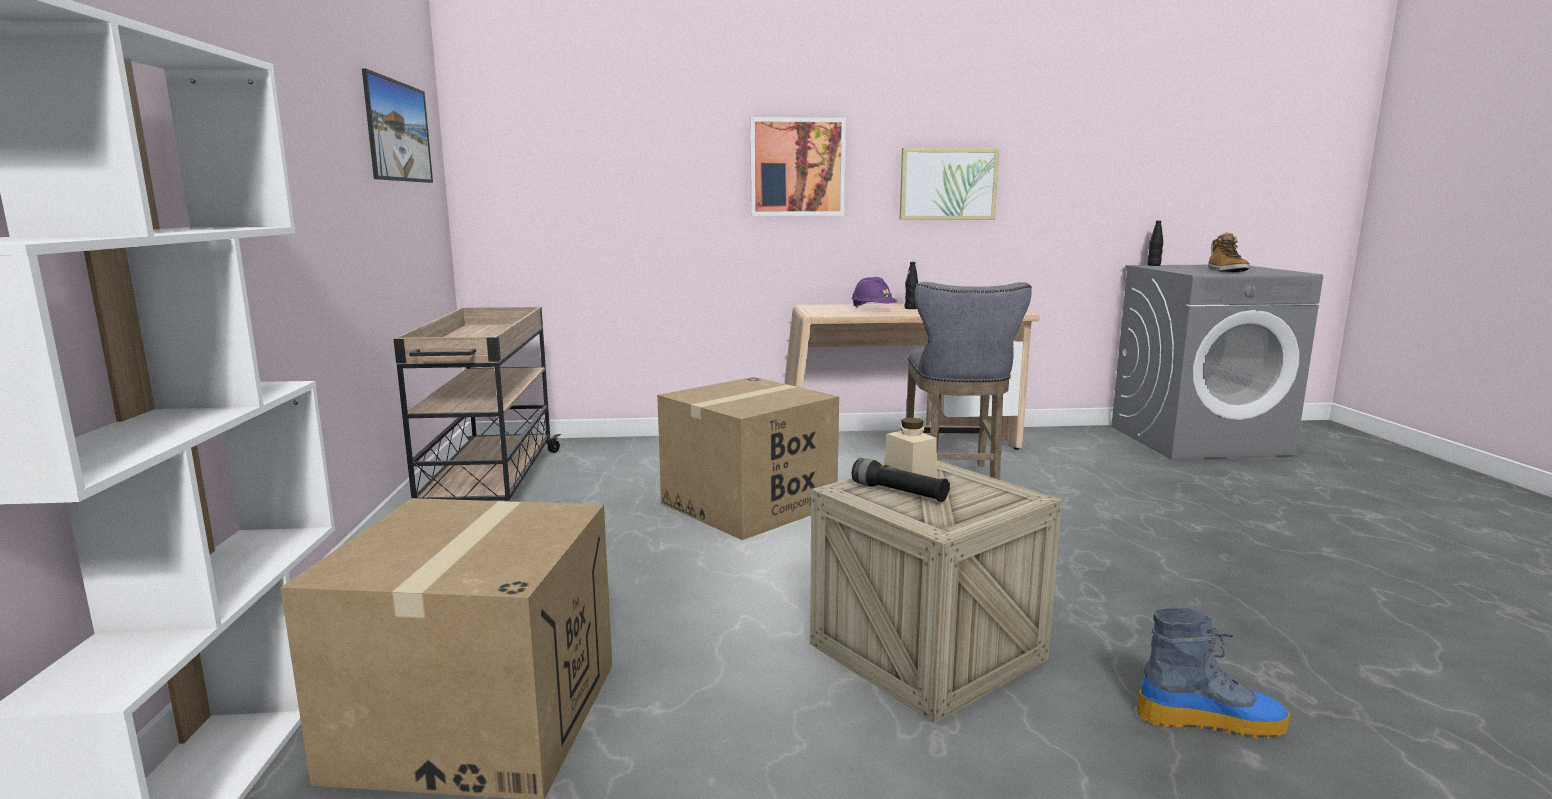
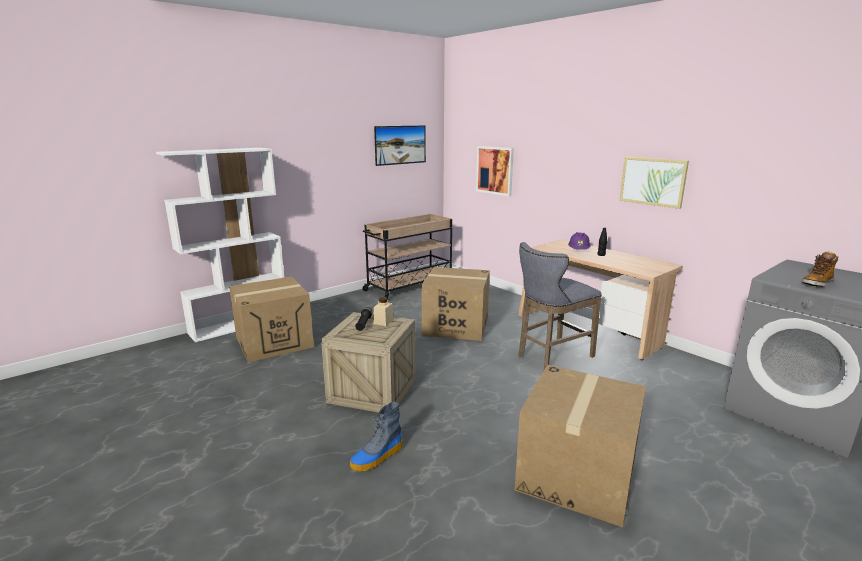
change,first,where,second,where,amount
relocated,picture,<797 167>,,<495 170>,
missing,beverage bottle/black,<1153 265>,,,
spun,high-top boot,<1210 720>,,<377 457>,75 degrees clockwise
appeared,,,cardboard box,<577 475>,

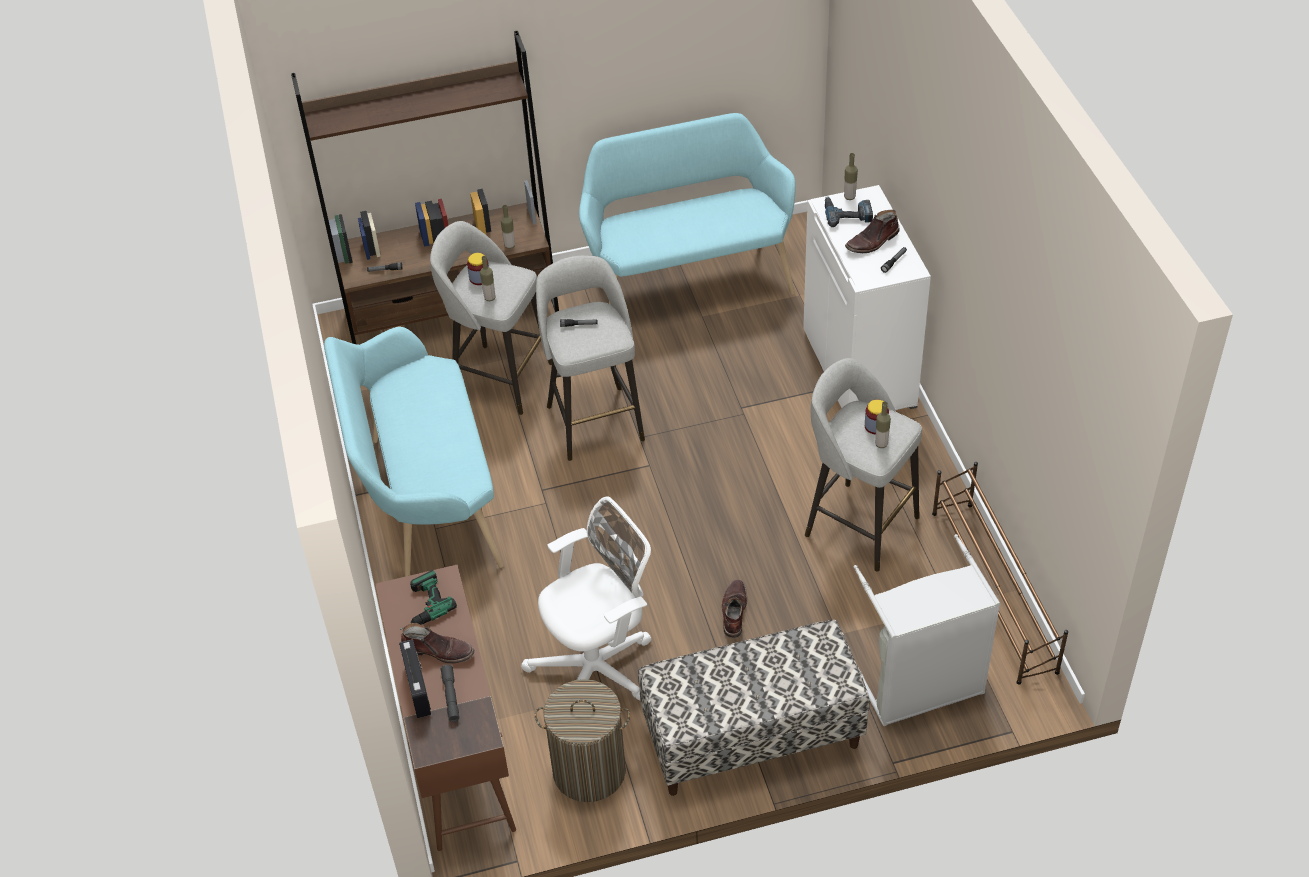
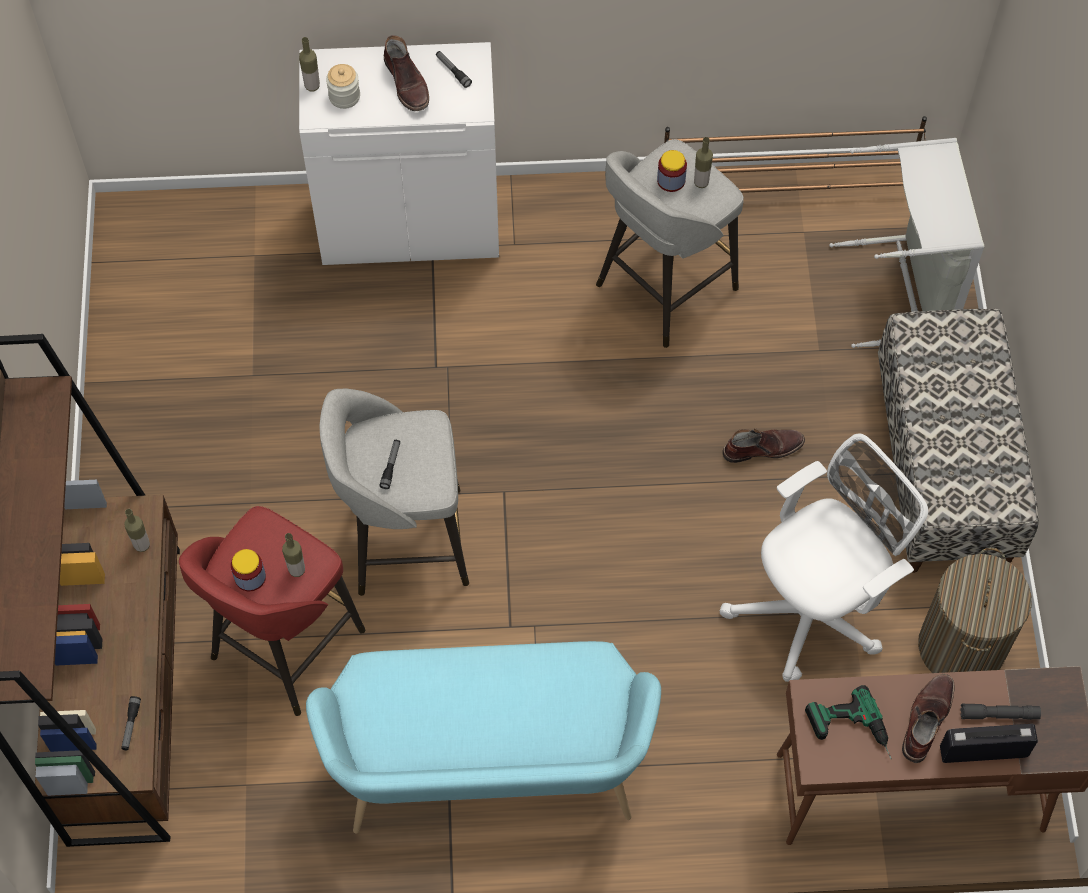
change,first,where,second,where,amount
missing,bench/blue-green,<687 281>,,,
exchanged,power drill,<847 214>,preserve jar,<344 96>,
colour,stool seat/grey,<499 378>,stool seat/red,<284 647>,
spun,desk chair/whitish,<598 667>,,<814 609>,75 degrees clockwise
spun,high-top boot/brownish,<733 611>,,<762 448>,150 degrees clockwise

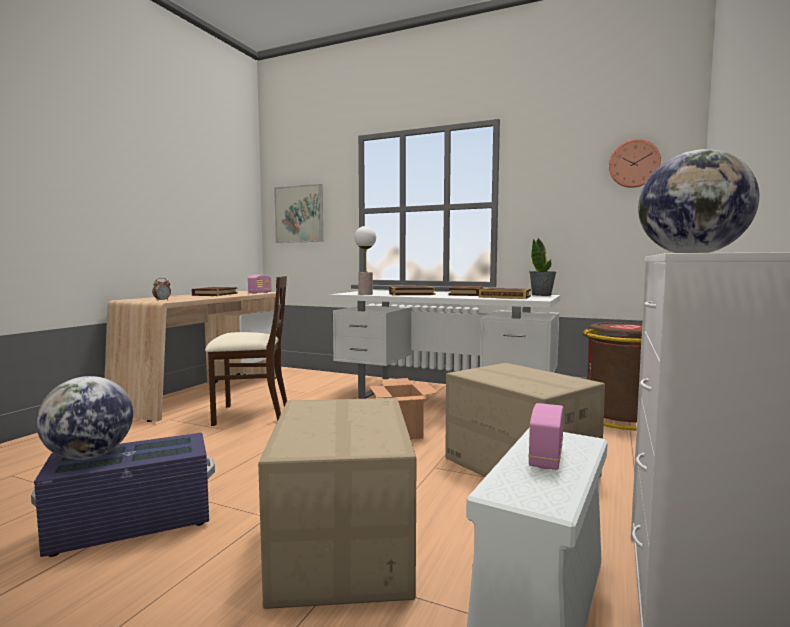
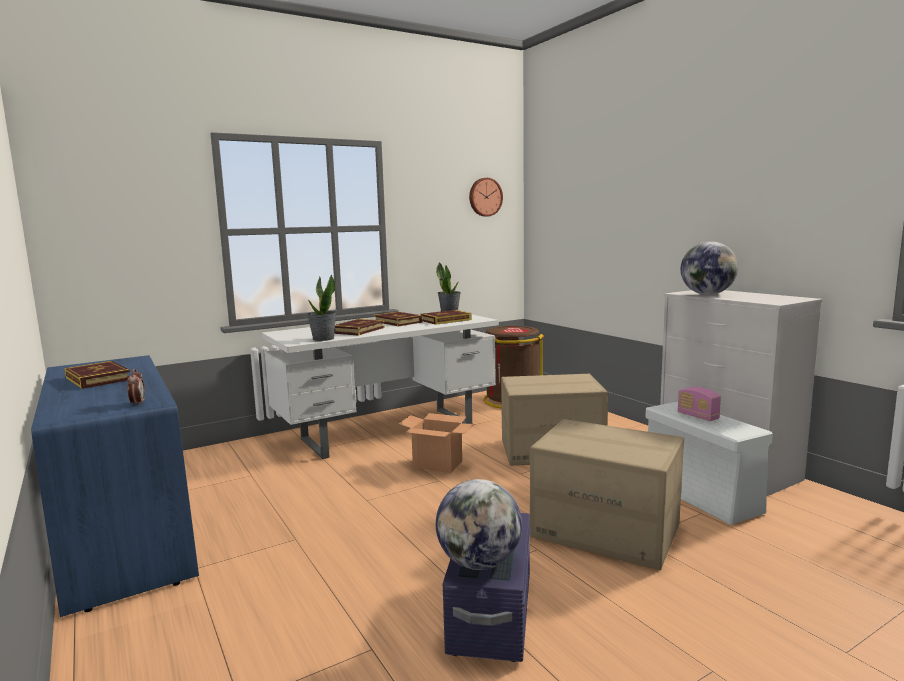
change,first,where,second,where,amount
missing,picture,<299 214>,,,
exchanged,tabletop lamp,<365 294>,potted plant,<323 339>,
missing,radio receiver,<260 293>,,,
missing,chair/sand-coloured,<250 414>,,,
colour,desk table/sand-coloured,<206 393>,desk table/bluish,<124 531>,

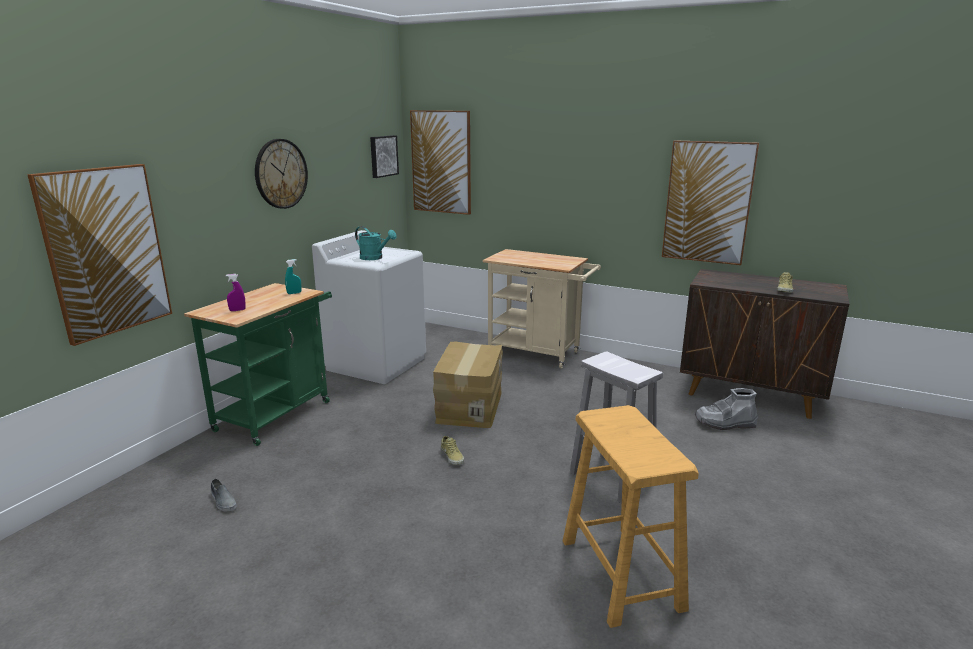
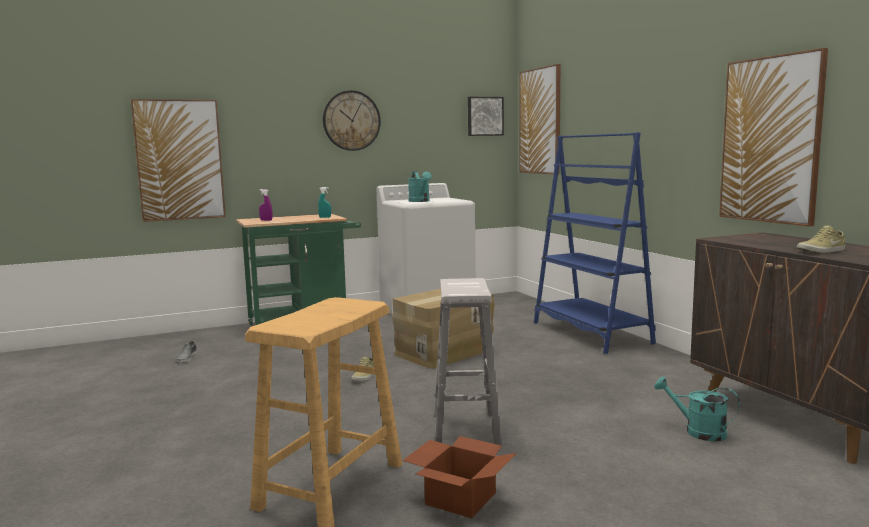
change,first,where,second,where,amount
exchanged,cart/sand-coloured,<539 354>,bookcase/bluish,<591 333>,
exchanged,high-top boot/grey,<725 423>,watering pot/blue-green,<698 431>,
appeared,,,cardboard box,<459 497>,

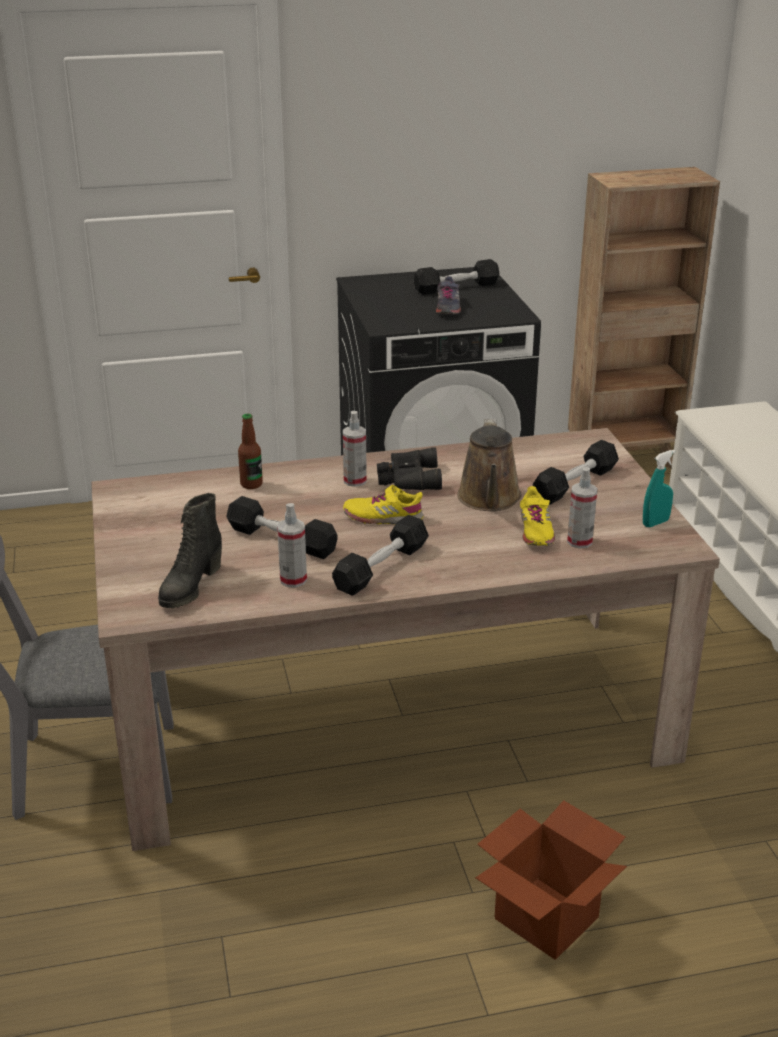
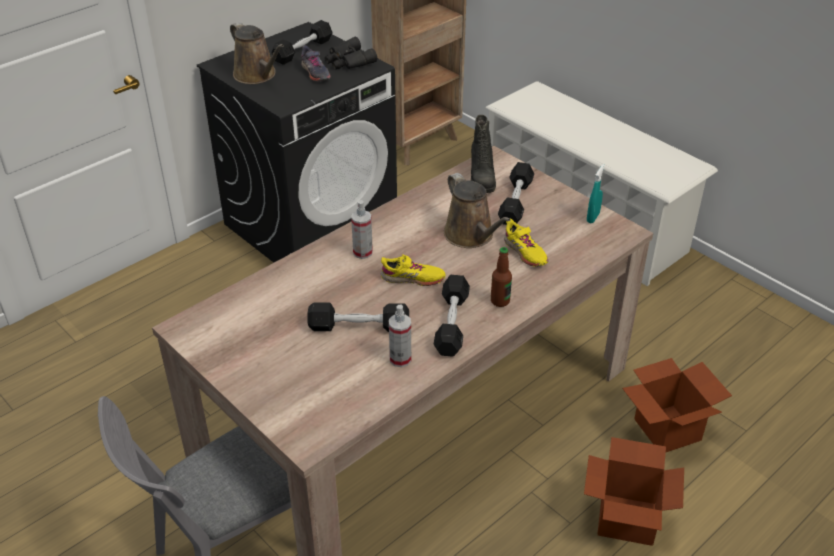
change,first,where,second,where,amount
relocated,beverage bottle,<251 484>,,<500 301>,
relocated,binoculars/black,<408 478>,,<348 61>,
missing,hand sprayer,<579 541>,,,
spun,shoe/yellowish,<383 517>,,<413 278>,150 degrees counterclockwise
relocated,high-top boot/black,<190 587>,,<481 178>,
appeared,,,watering pot/brownish,<257 75>,
appeared,,,cardboard box,<667 429>,

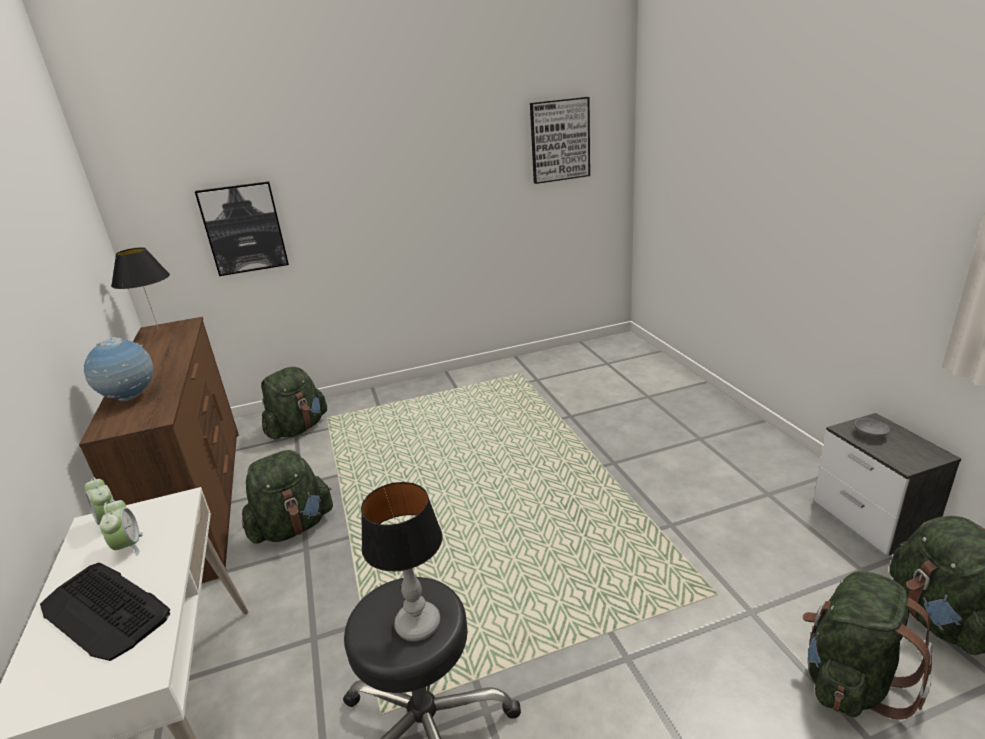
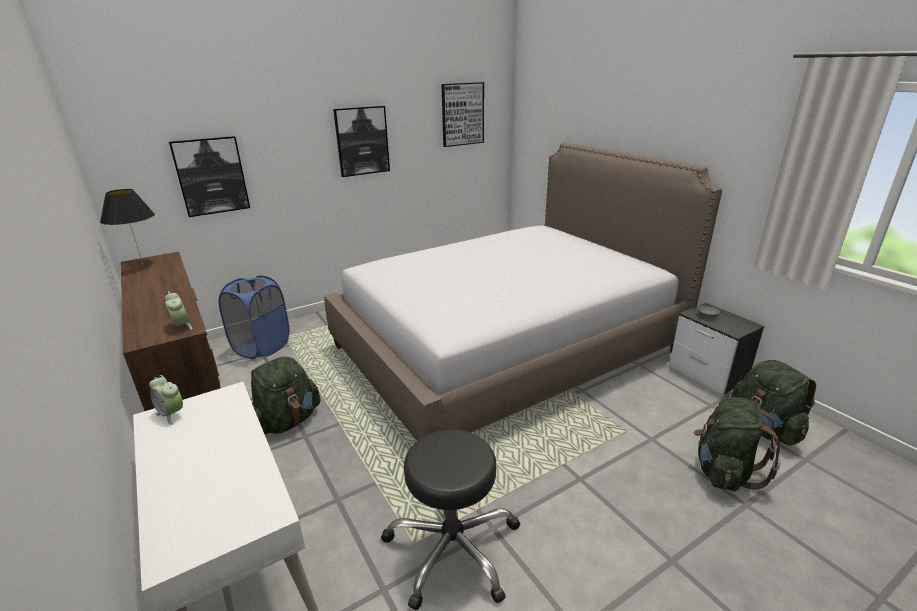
change,first,where,second,where,amount
missing,world globe,<130 398>,,,
exchanged,rucksack/greenish,<298 429>,washing basket/bluish,<262 347>,
missing,tabletop lamp,<418 625>,,,
relocated,alarm clock,<128 546>,,<182 326>,
missing,PC keyboard,<104 610>,,,
appeared,,,picture,<362 141>,
appeared,,,bed,<506 349>,

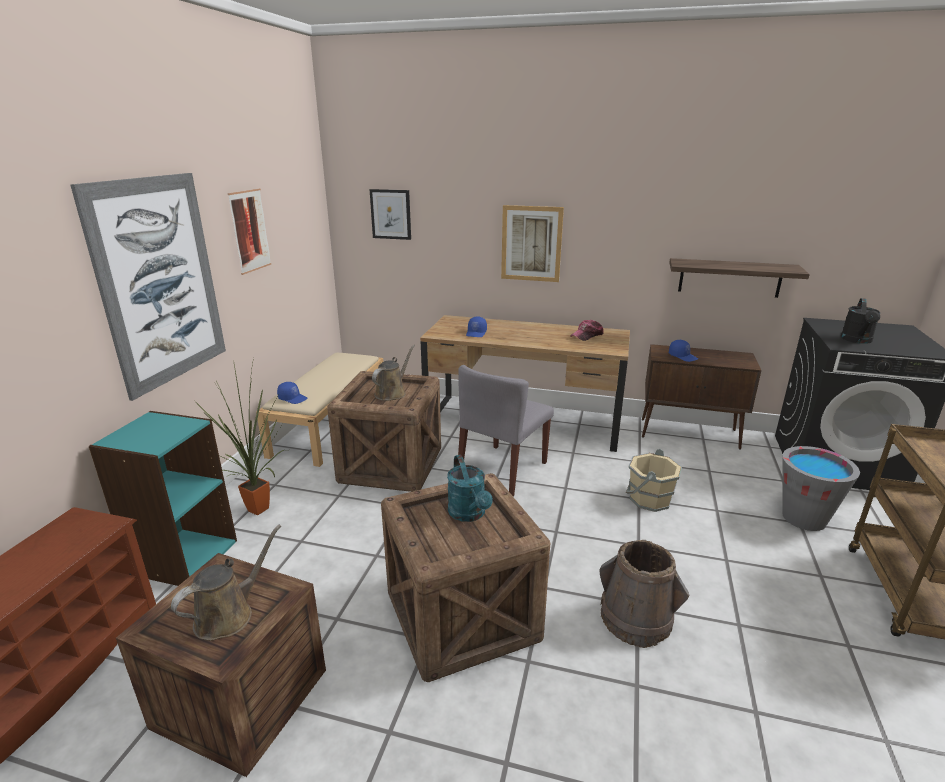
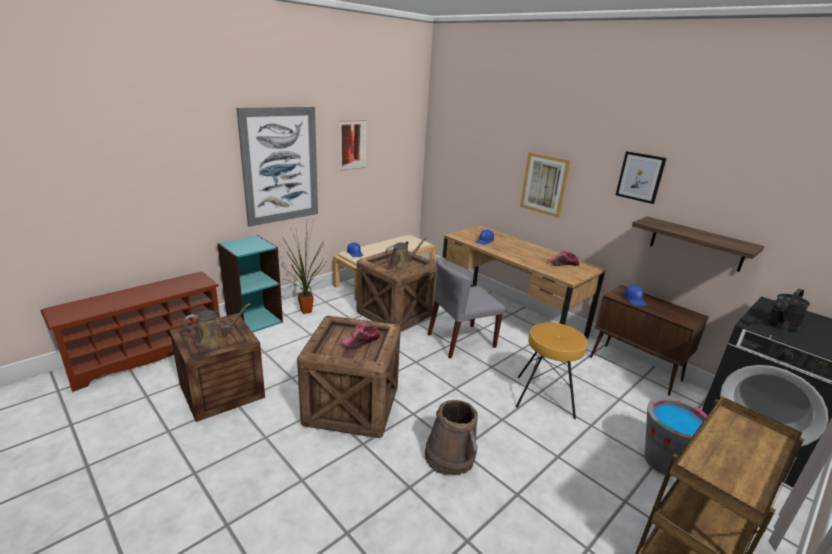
change,first,where,second,where,amount
relocated,picture,<391 214>,,<640 177>,
exchanged,water bucket/sand-coloured,<649 499>,stool seat/brownish,<545 397>,
exchanged,watering pot/blue-green,<469 514>,peaked cap,<361 340>,

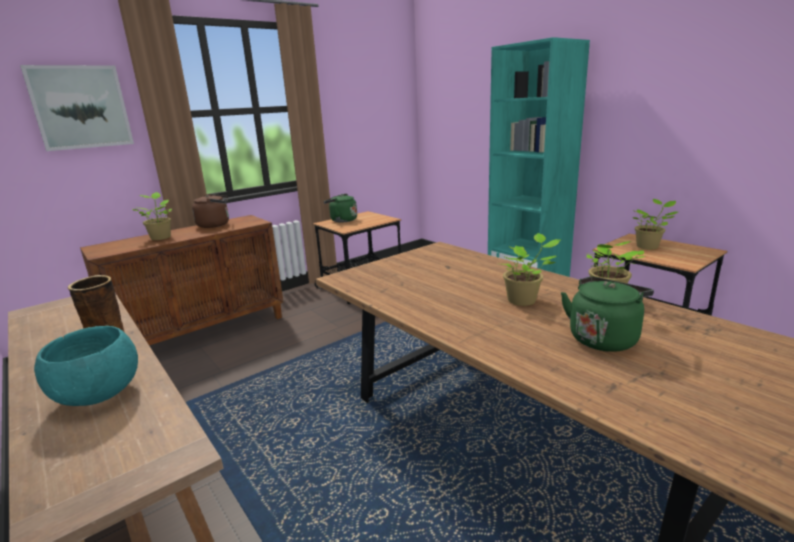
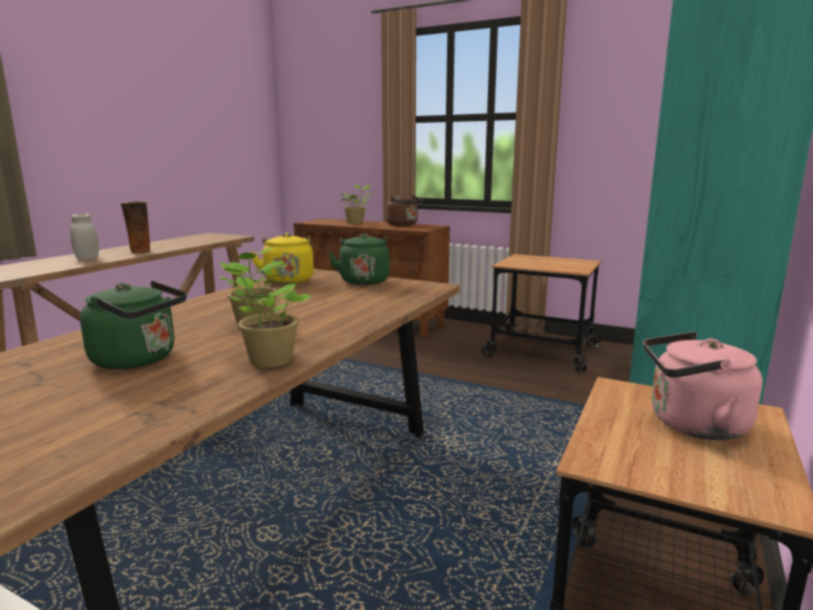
change,first,where,second,where,amount
missing,picture,<80 107>,,,
relocated,water kettle/greenish,<342 220>,,<364 281>,
exchanged,potted plant,<648 246>,water kettle/pink,<692 425>,
exchanged,bowl/blue-green,<98 395>,preserve jar/whitish,<87 258>,
appeared,,,water kettle/yellowish,<288 280>,

